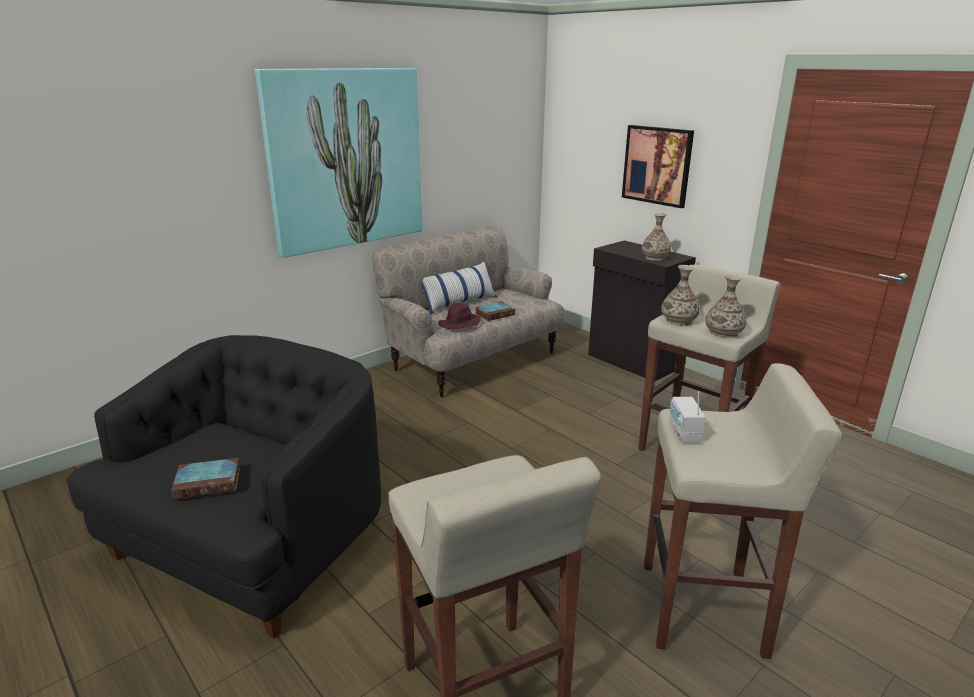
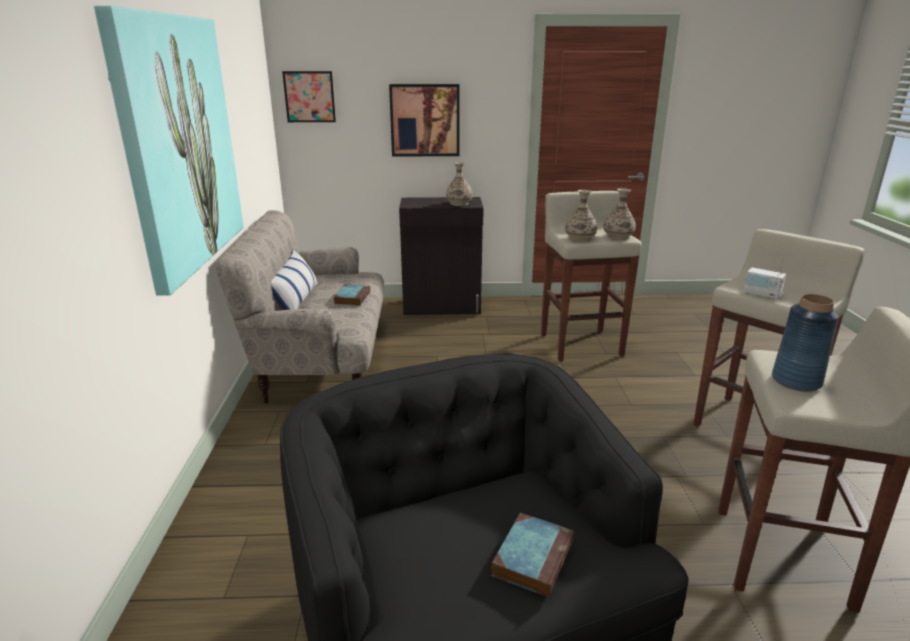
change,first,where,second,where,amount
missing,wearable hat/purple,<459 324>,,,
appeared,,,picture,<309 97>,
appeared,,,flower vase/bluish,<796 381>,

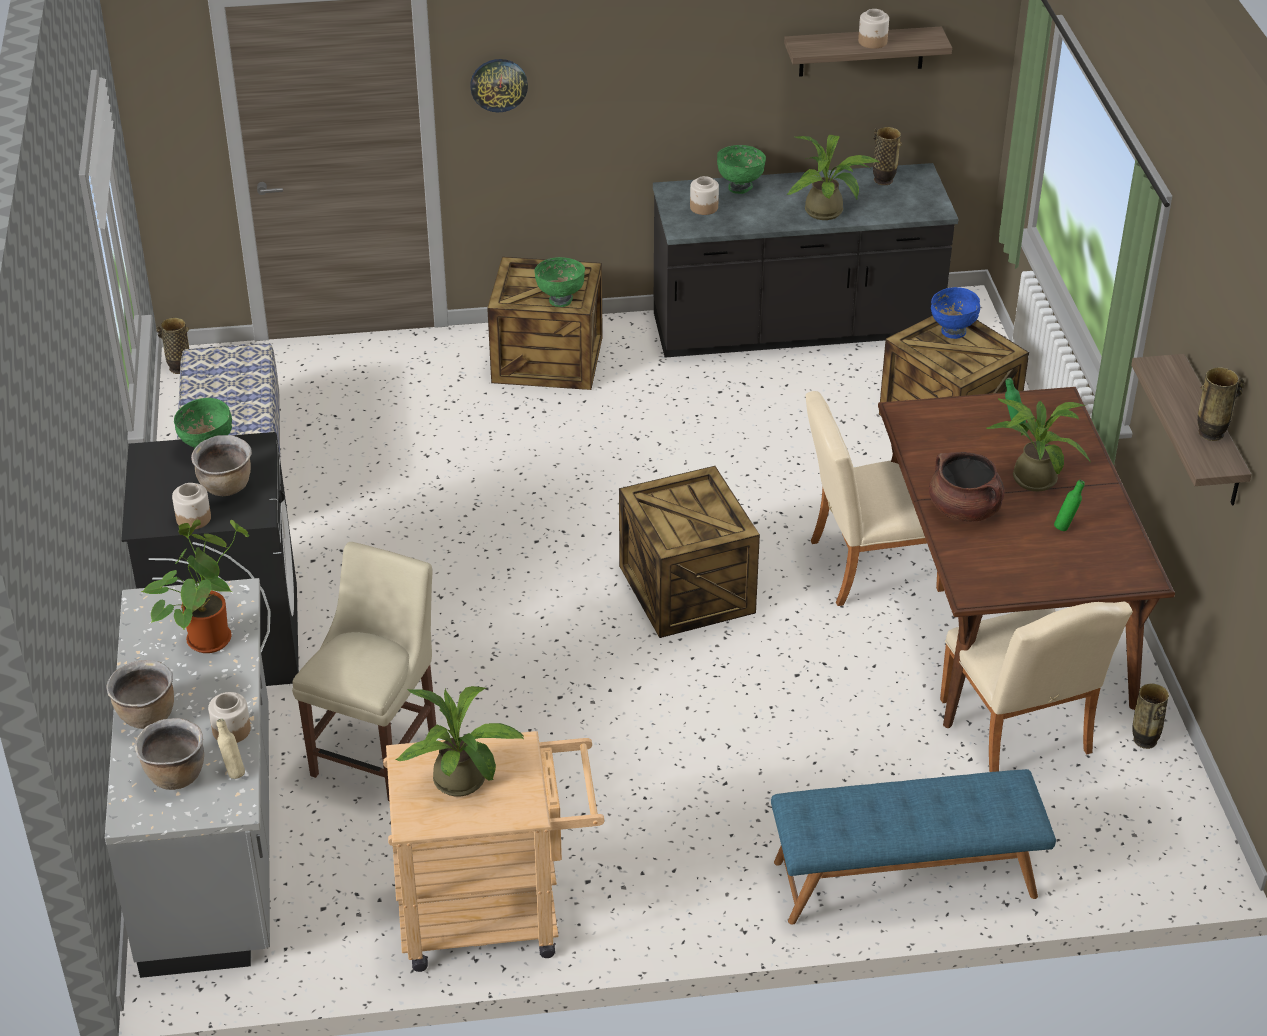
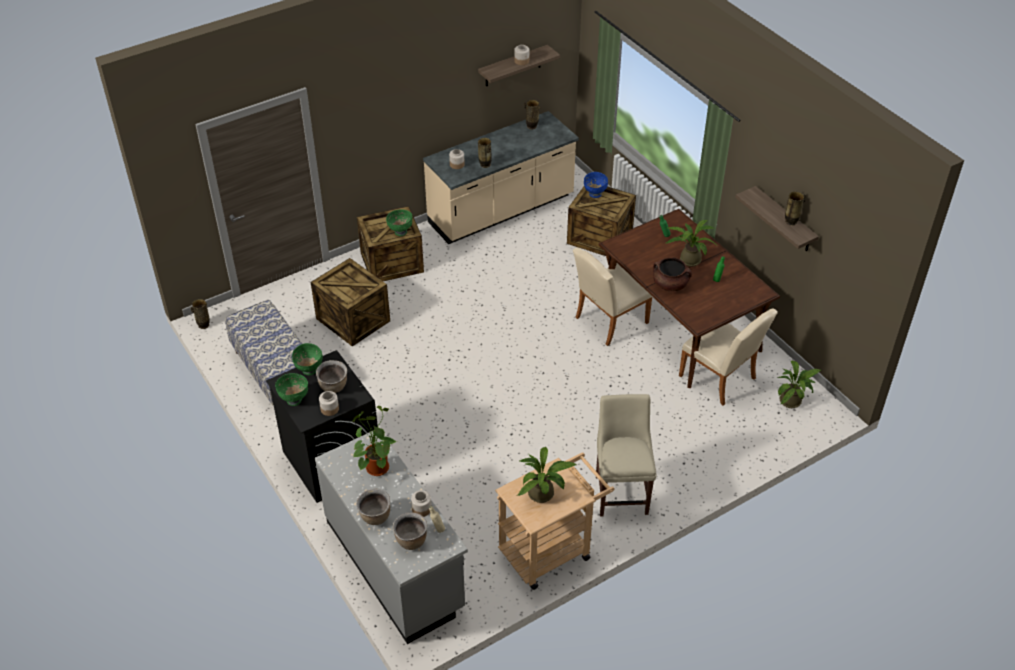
change,first,where,second,where,amount
missing,hanging clock,<498 84>,,,
relocated,potted plant,<828 212>,,<793 401>,
relocated,bowl/greenish,<740 187>,,<294 399>,
colour,counter/black,<796 330>,counter/sand-coloured,<501 211>,
relocated,shipping crate,<684 589>,,<352 320>,
relocated,chair/sand-coloured,<379 751>,,<621 492>,
relocated,flower vase,<1144 741>,,<485 165>,
missing,bench/bluish,<905 880>,,,

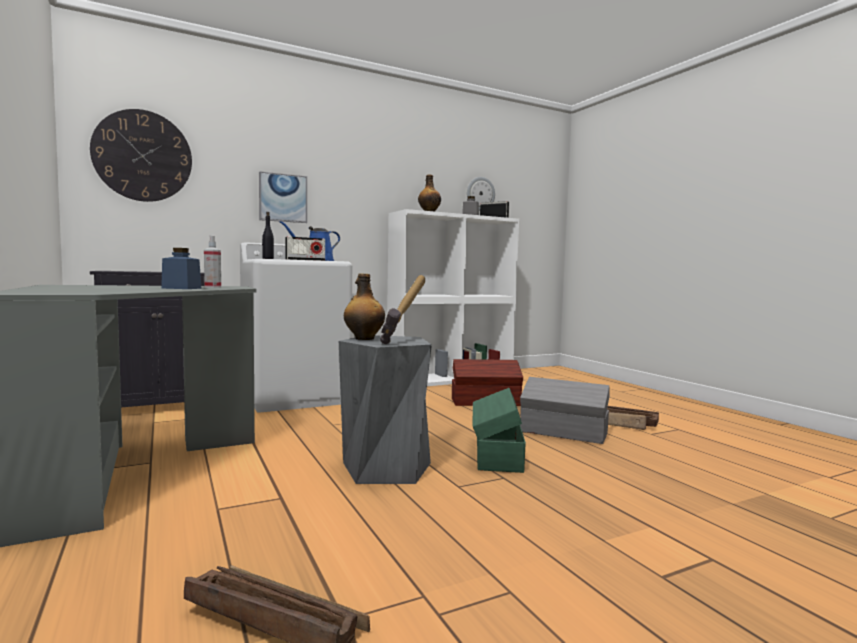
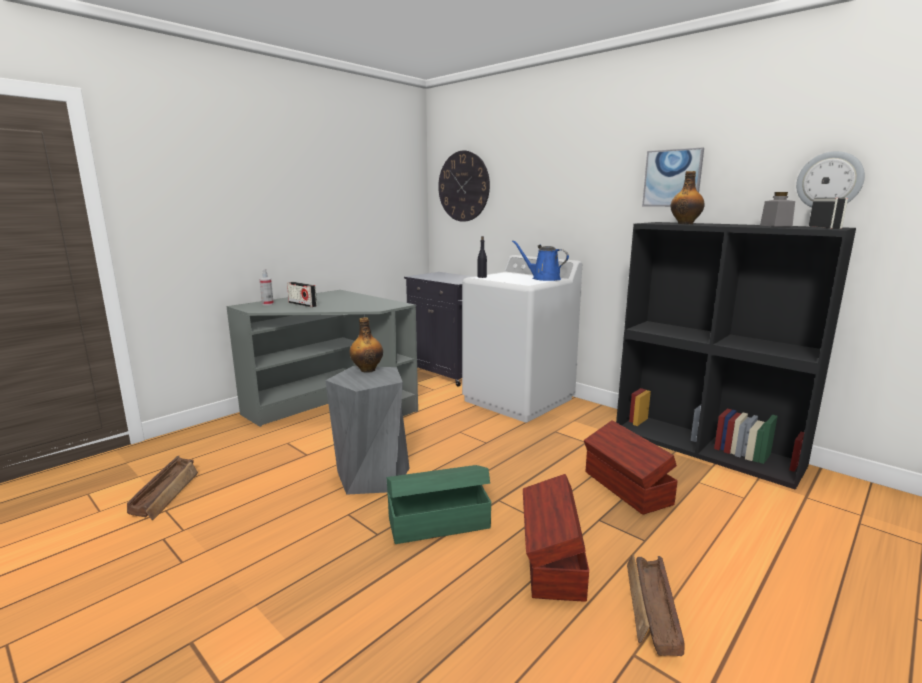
change,first,where,second,where,amount
relocated,picture,<283 198>,,<672 178>,
colour,bookcase/whitish,<451 379>,bookcase/black,<706 448>,
relocated,hand sprayer,<212 287>,,<267 304>,
relocated,radio receiver,<305 260>,,<302 304>,
missing,preserve jar/bluish,<181 288>,,,
missing,hammer,<406 342>,,,
colour,storage bin/grey,<564 433>,storage bin/brownish,<552 561>,

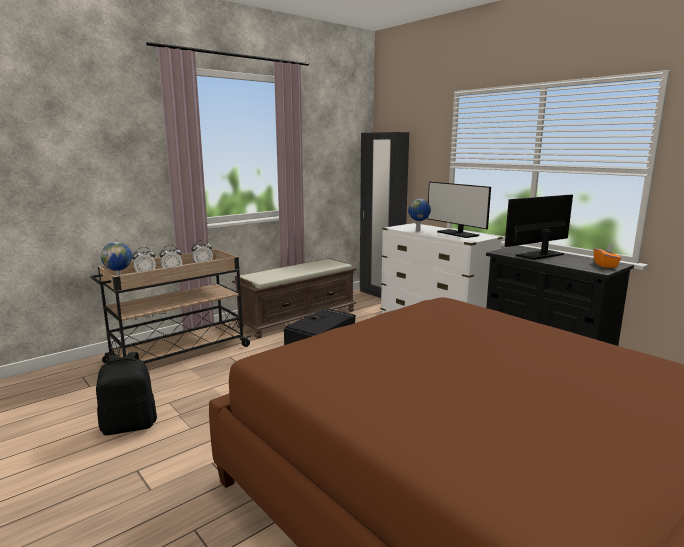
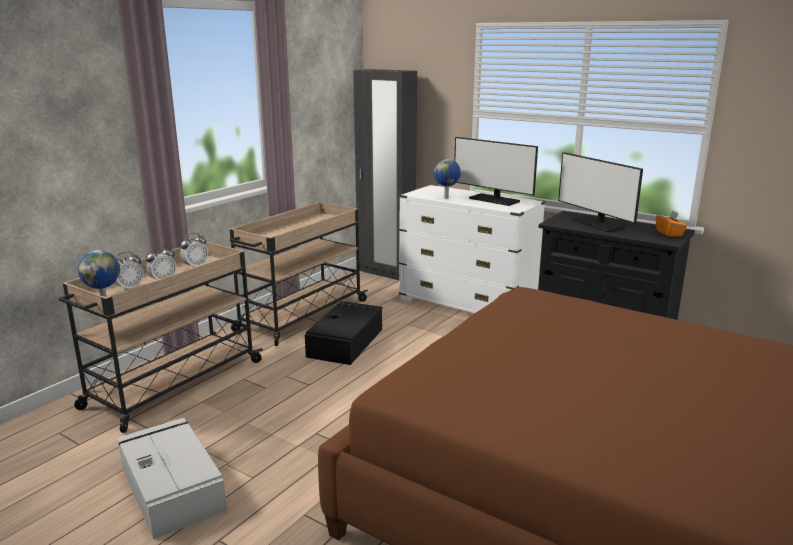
change,first,where,second,where,amount
spun,computer screen,<539 255>,,<597 224>,75 degrees counterclockwise
exchanged,bench/brownish,<298 318>,cart/sand-coloured,<301 316>,
exchanged,rucksack/black,<129 425>,storage bin/grey,<171 487>,

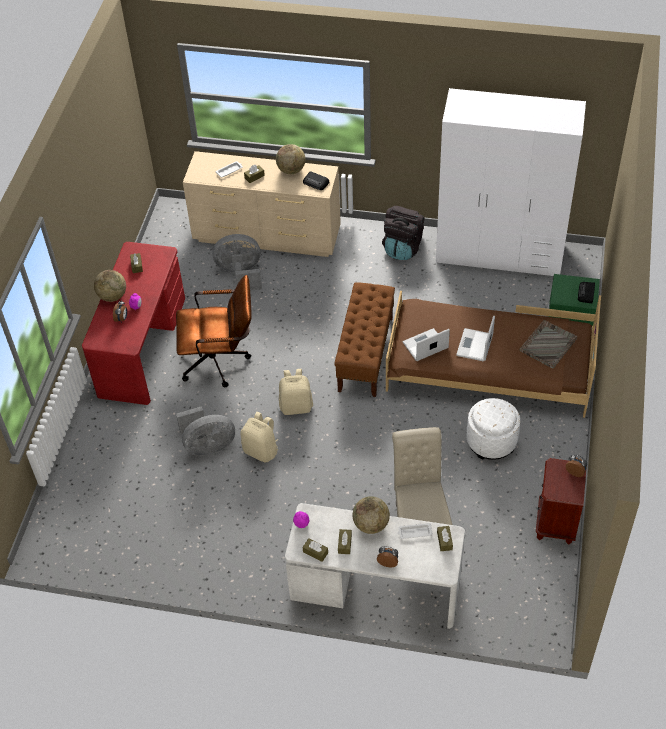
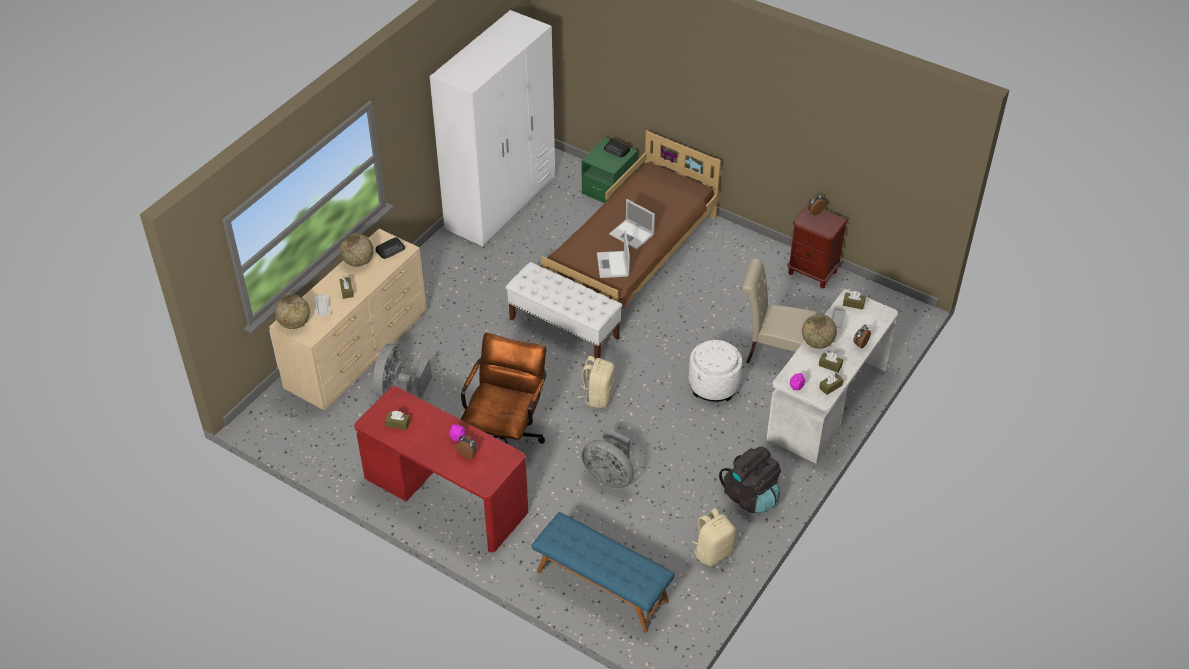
change,first,where,second,where,amount
relocated,rucksack/black,<403 247>,,<750 496>,
relocated,world globe,<112 296>,,<294 323>,
colour,bench/brownish,<366 354>,bench/whitish,<564 328>,
missing,tray/grey,<548 344>,,,
relocated,ottoman/whitish,<491 441>,,<713 385>,
spun,electric fan/grey,<207 446>,,<609 476>,120 degrees clockwise
relocated,rucksack/sand-coloured,<261 450>,,<713 552>,
appeared,,,bench/bluish,<601 587>,

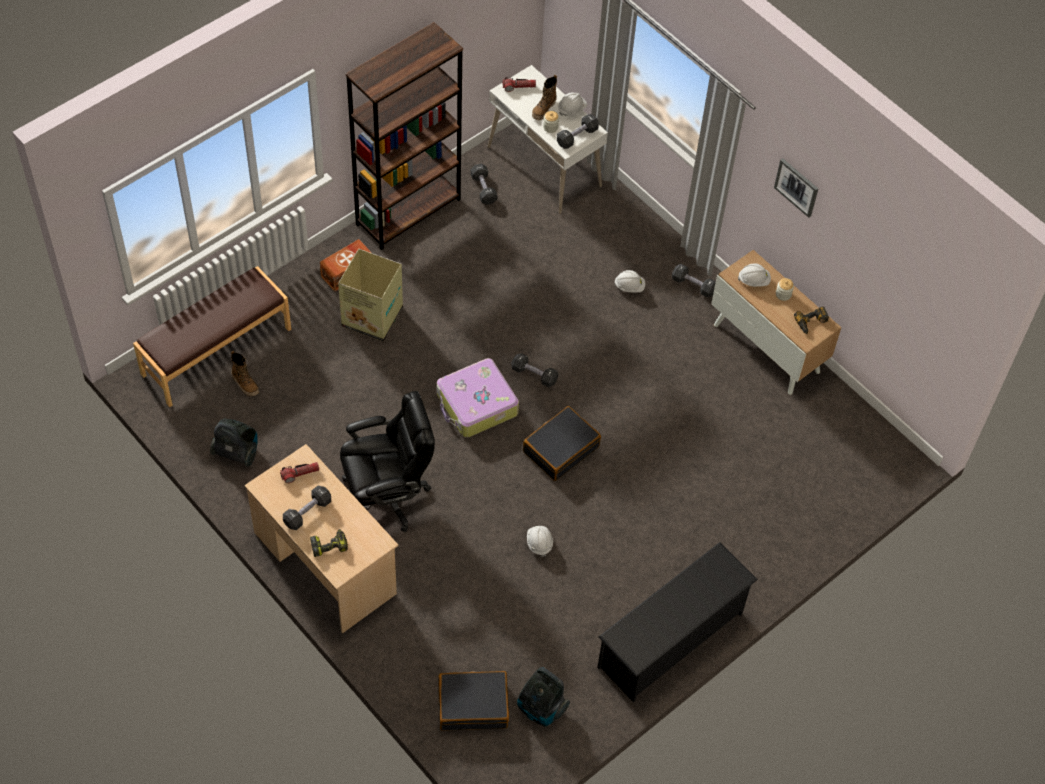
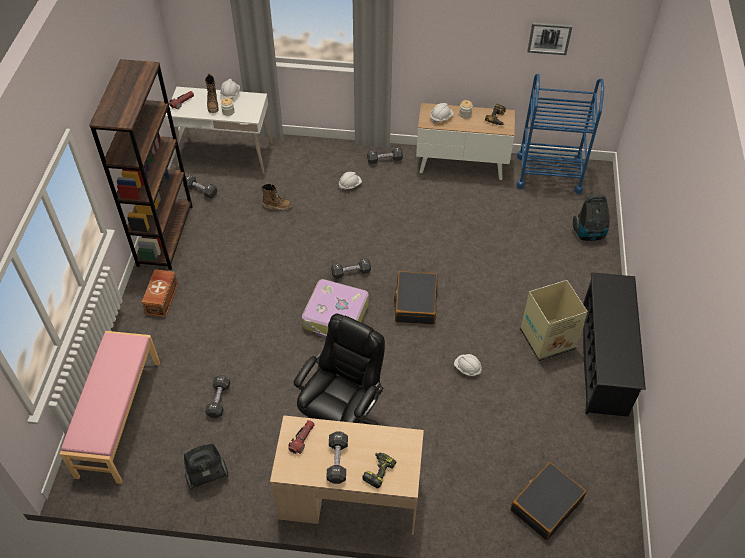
change,first,where,second,where,amount
relocated,hand weight/black,<577 137>,,<219 400>,
relocated,picture,<797 187>,,<549 38>,
relocated,cardboard box,<371 316>,,<546 340>,
colour,bench/brownish,<216 351>,bench/pink,<118 417>,
relocated,high-top boot,<245 384>,,<277 206>,
relocated,vacuum cleaner,<540 709>,,<589 234>,
appeared,,,cart/bluish,<548 174>,

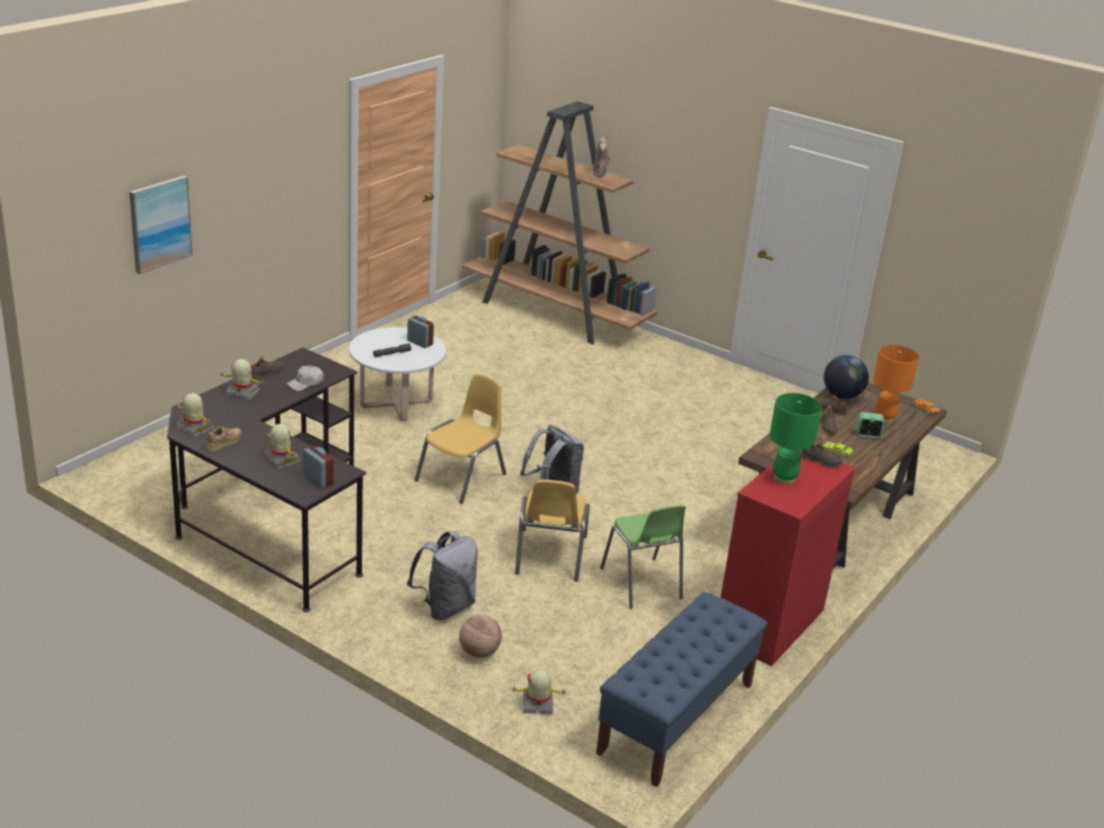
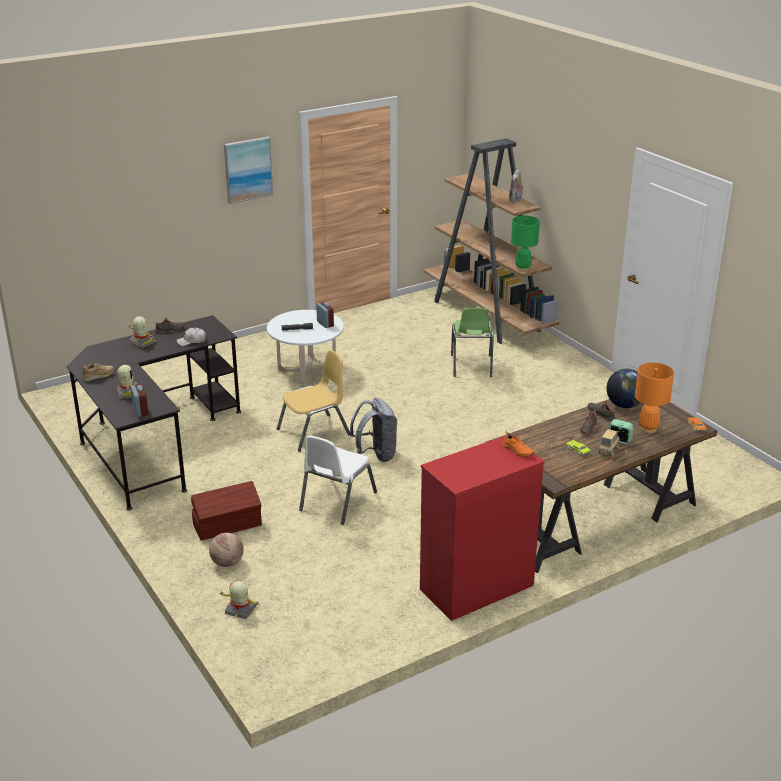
change,first,where,second,where,amount
relocated,picture,<159 223>,,<248 169>,
missing,robot figure,<195 428>,,,
relocated,tabletop lamp/greenish,<784 478>,,<523 268>,
colour,shoe/black,<820 461>,shoe/orangey,<517 451>,
colour,chair/yellowish,<549 555>,chair/whitish,<337 501>,
relocated,chair/greenish,<641 584>,,<471 366>,
exchanged,rucksack/grey,<445 607>,storage bin/brownish,<228 525>,
missing,bench/bluish,<676 718>,,,
appeared,,,model truck,<608 451>,

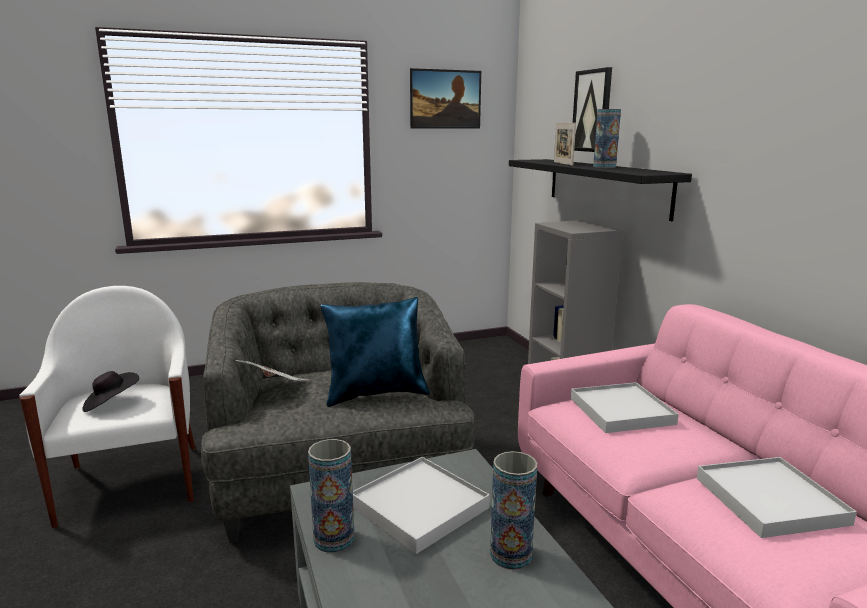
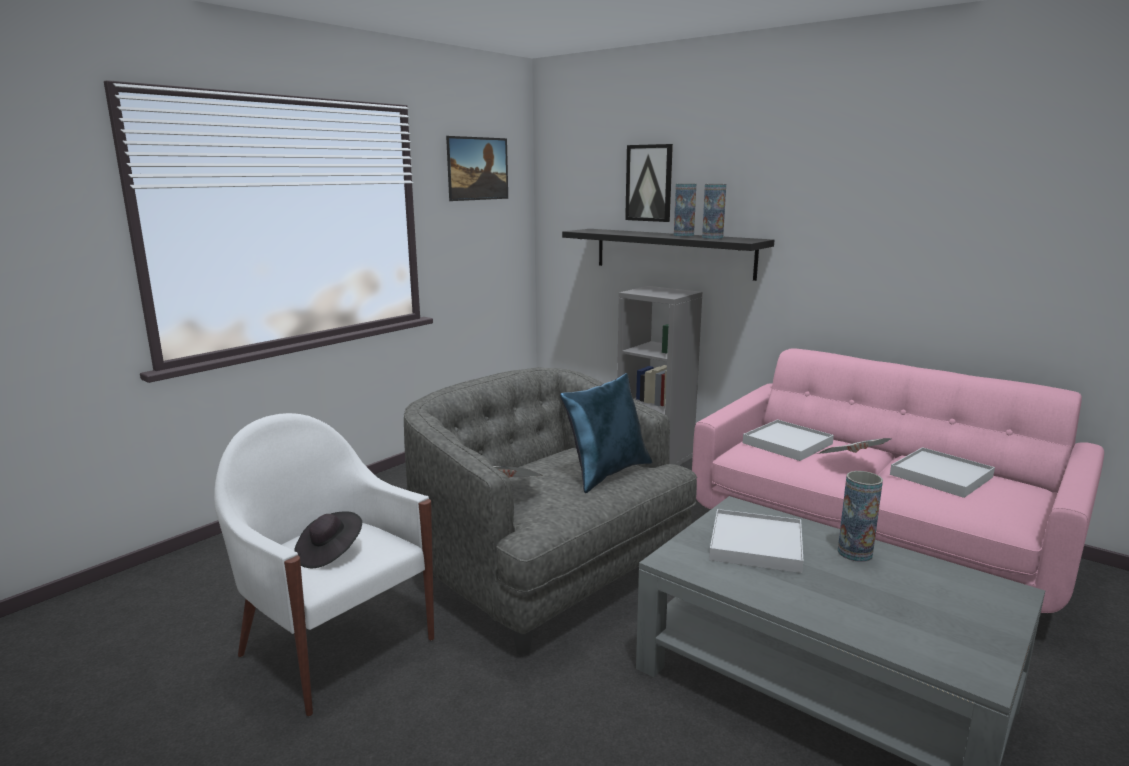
change,first,where,second,where,amount
missing,picture frame,<563 163>,,,
relocated,flower vase,<334 539>,,<712 238>,
appeared,,,printed paper,<850 463>,

